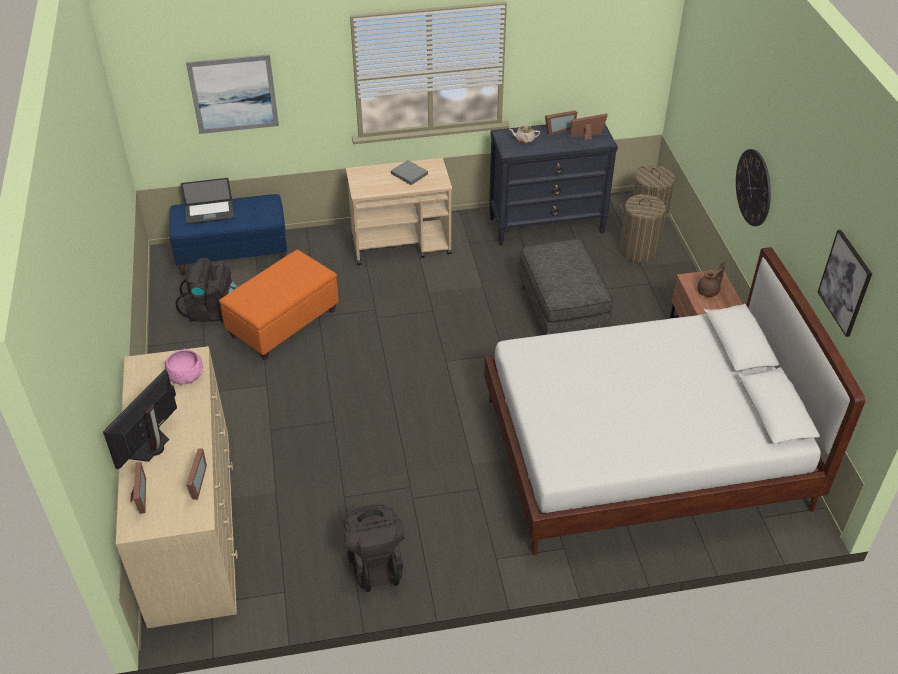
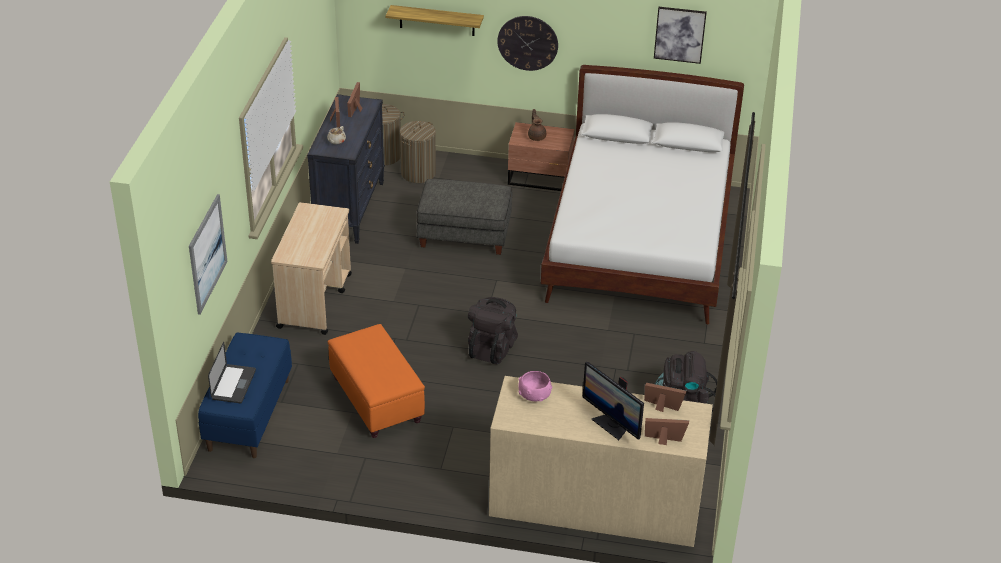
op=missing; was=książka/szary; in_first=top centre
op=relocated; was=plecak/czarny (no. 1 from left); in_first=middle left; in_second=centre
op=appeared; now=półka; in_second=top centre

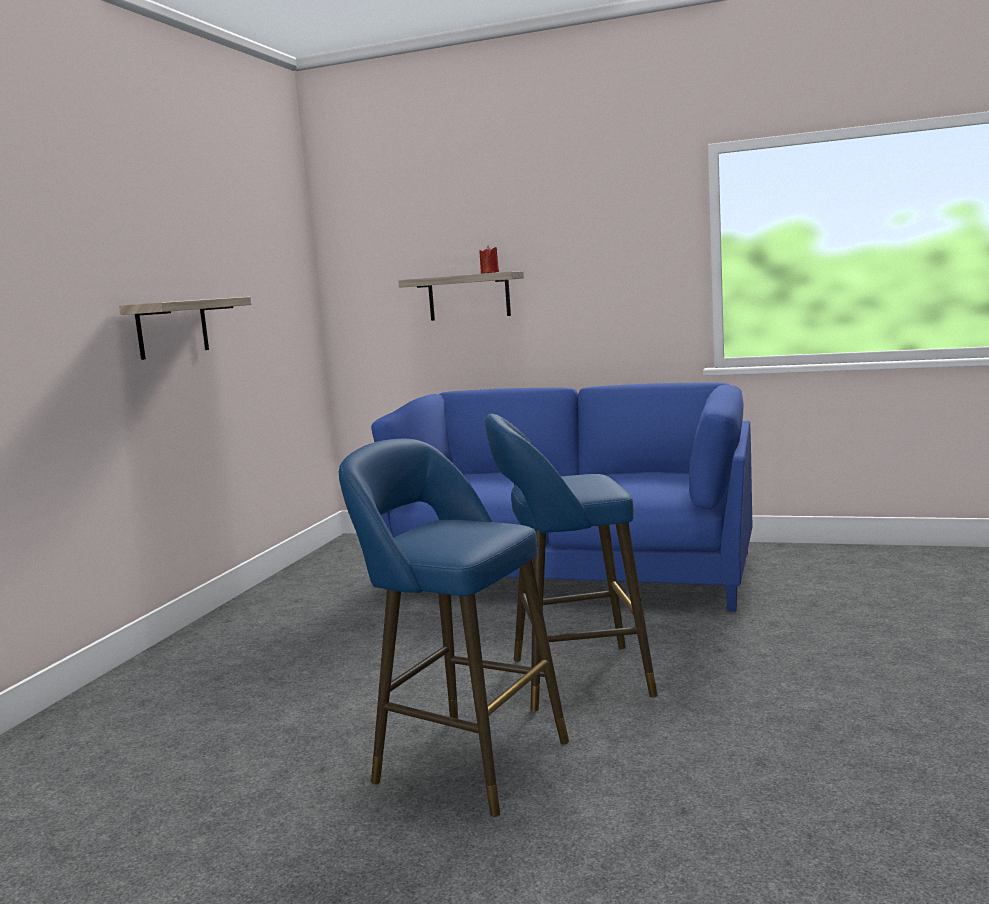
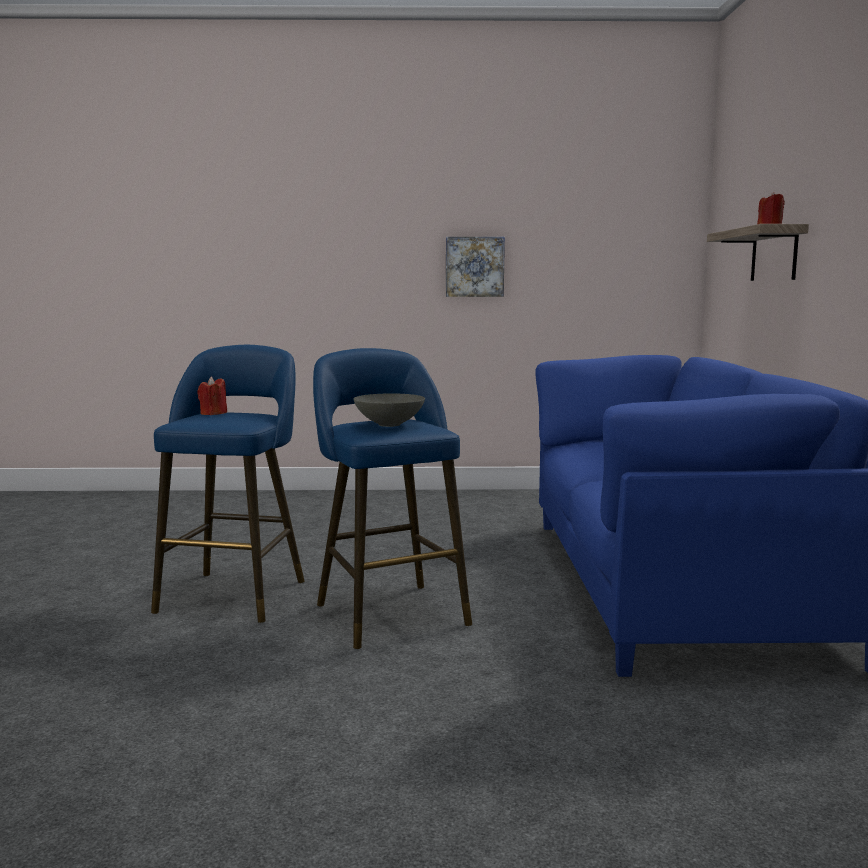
op=exchanged; was=półka (no. 1 from left); now=obraz; in_first=middle left; in_second=top centre
op=appeared; now=świeca/czerwony (no. 1 from left); in_second=middle left
op=appeared; now=miska/szary; in_second=centre

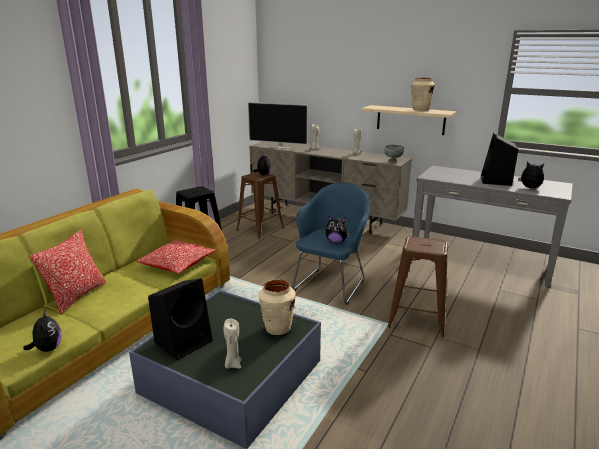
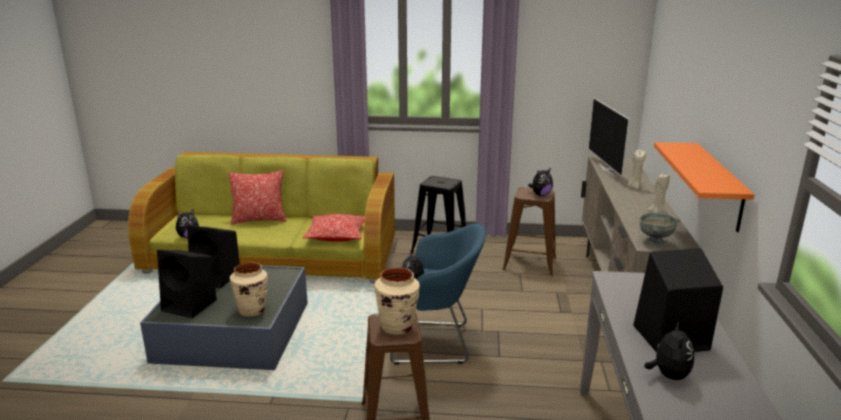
op=relocated; was=wazon/beżowy (no. 2 from left); in_first=top right; in_second=bottom centre
op=colour; was=półka/beżowy; now=półka/pomarańczowy; in_first=top right; in_second=middle right
op=exchanged; was=świeca/beżowy (no. 1 from left); now=głośnik/czarny (no. 1 from left); in_first=bottom centre; in_second=bottom left

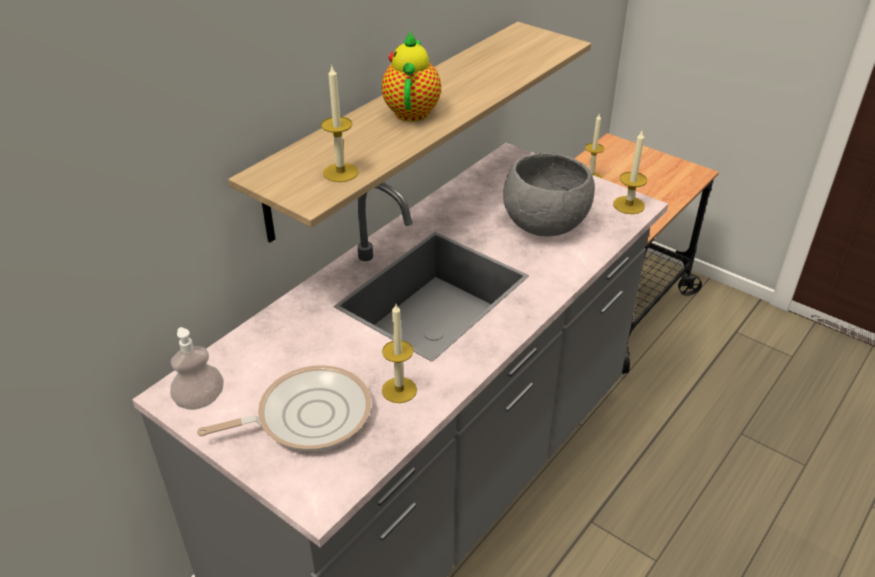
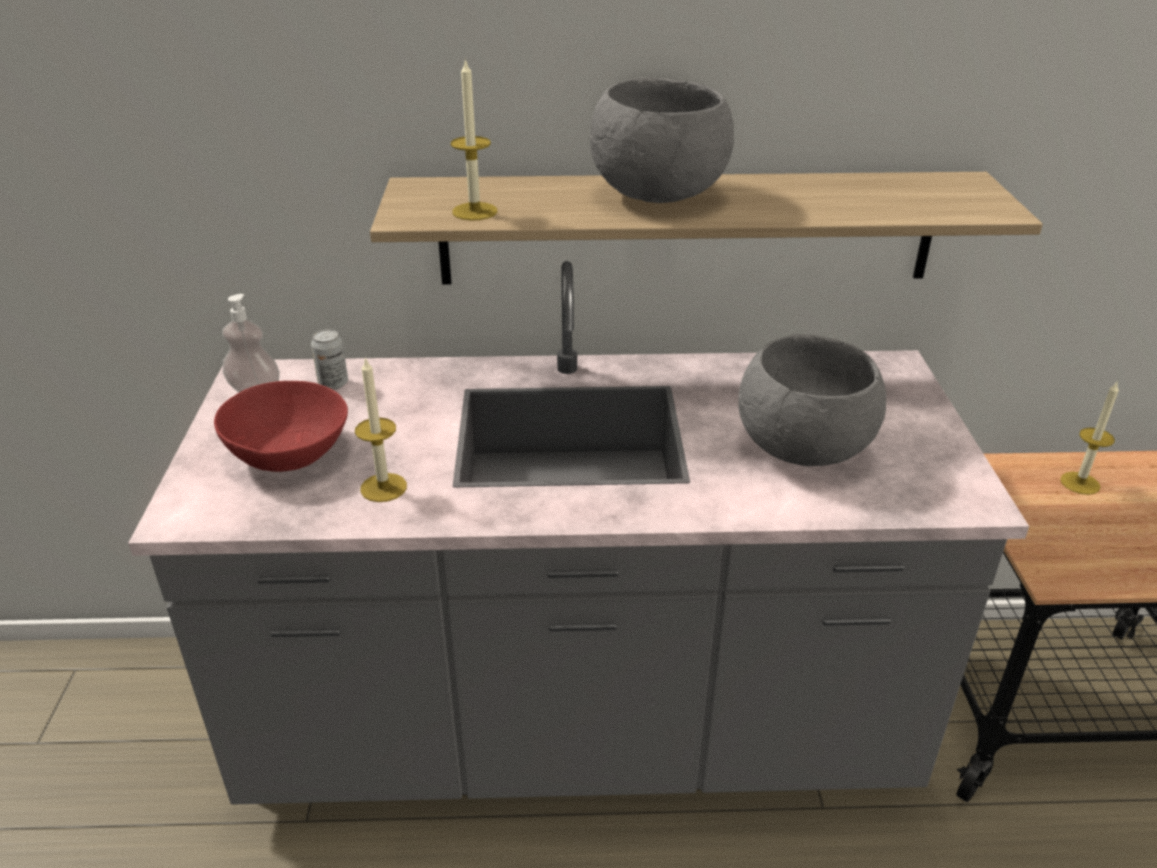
op=exchanged; was=imbryk; now=miska/szary (no. 1 from left); in_first=top centre; in_second=top centre
op=missing; was=świeca (no. 4 from left); in_first=top right
op=exchanged; was=patelnia; now=miska/czerwony; in_first=bottom left; in_second=middle left
op=appeared; now=puszka; in_second=middle left

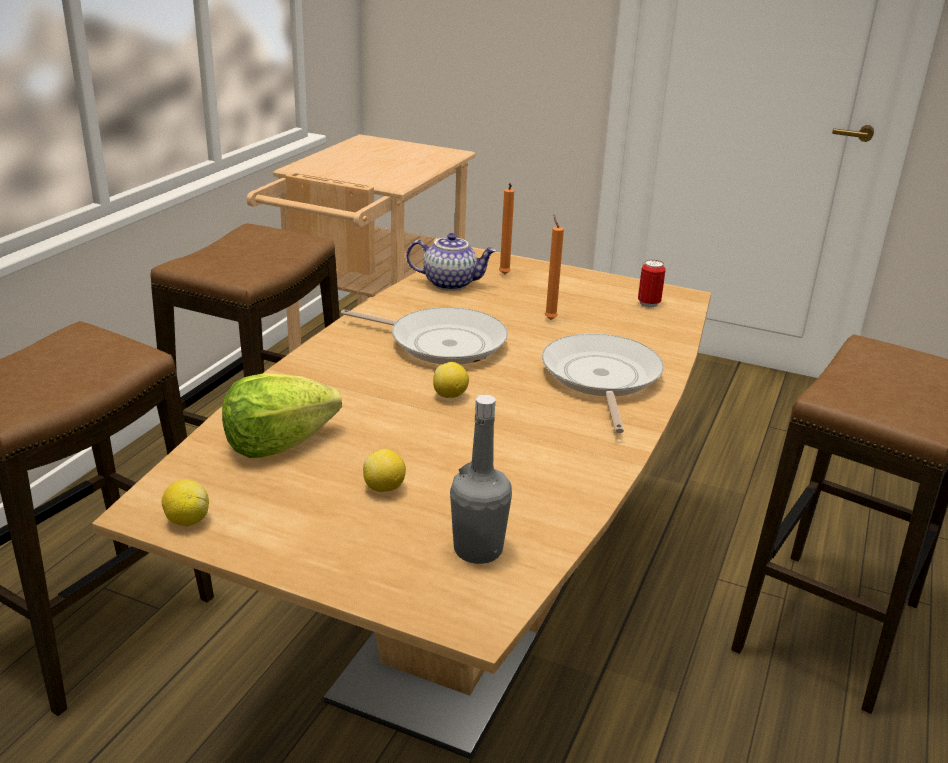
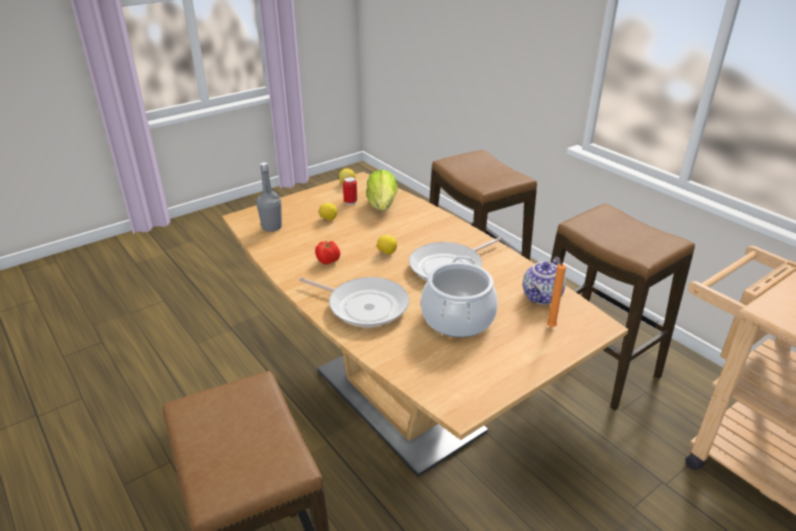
op=exchanged; was=świeca/pomarańczowy (no. 2 from left); now=garnek; in_first=centre; in_second=centre
op=relocated; was=puszka; in_first=middle right; in_second=centre
op=appeared; now=pomidor; in_second=centre

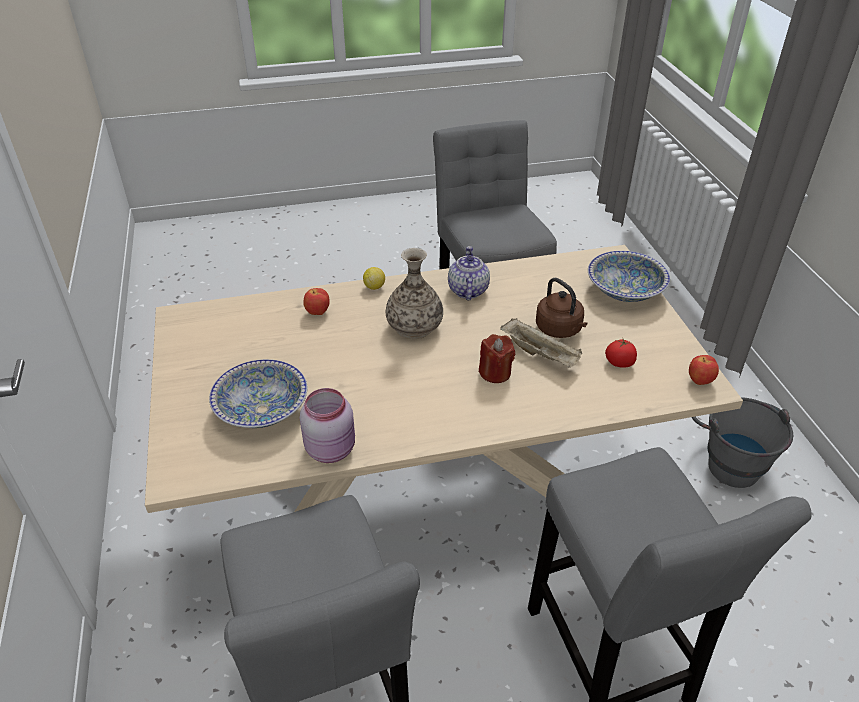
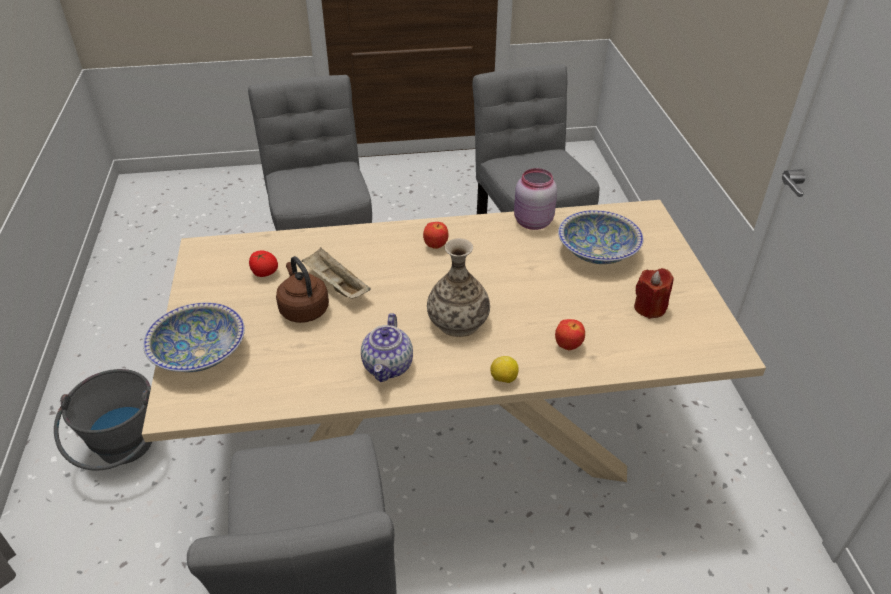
op=relocated; was=świeca/czerwony; in_first=centre; in_second=middle right
op=relocated; was=jabłko (no. 2 from left in the first image); now=jabłko (no. 1 from left); in_first=middle right; in_second=centre

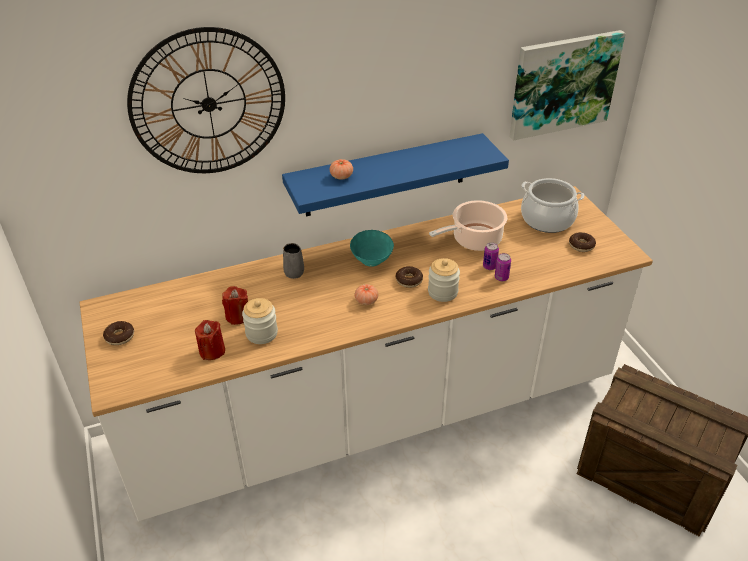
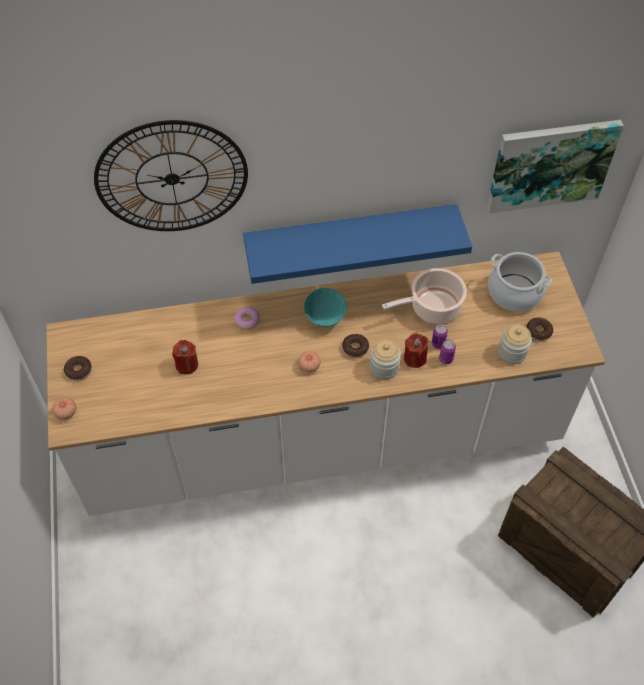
op=relocated; was=pomidor (no. 1 from left); in_first=top centre; in_second=middle left
op=exchanged; was=kubek/szary; now=donut (no. 2 from left); in_first=centre; in_second=centre
op=relocated; was=słoik (no. 1 from left in the first image); now=słoik (no. 2 from left); in_first=centre; in_second=middle right
op=relocated; was=świeca/czerwony (no. 1 from left in the first image); now=świeca/czerwony (no. 2 from left); in_first=middle left; in_second=centre

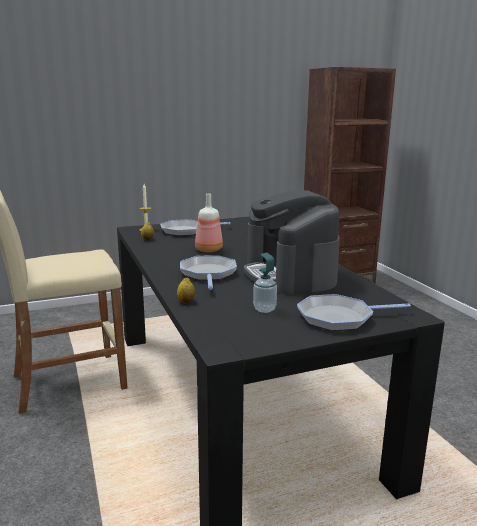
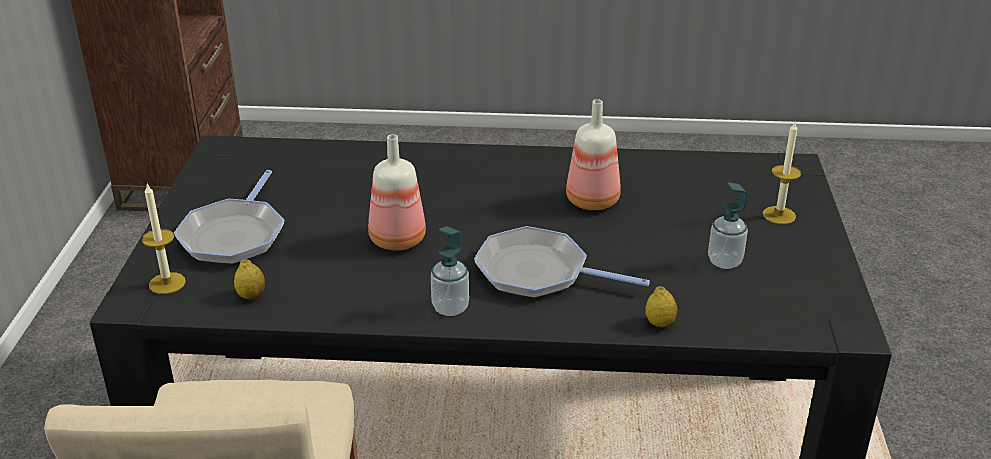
op=exchanged; was=ekspres do kawy; now=butelka (no. 2 from left); in_first=centre; in_second=centre
op=exchanged; was=patelnia (no. 3 from left); now=świeca (no. 2 from left); in_first=middle right; in_second=middle right
op=appeared; now=dozownik mydła (no. 1 from left); in_second=centre

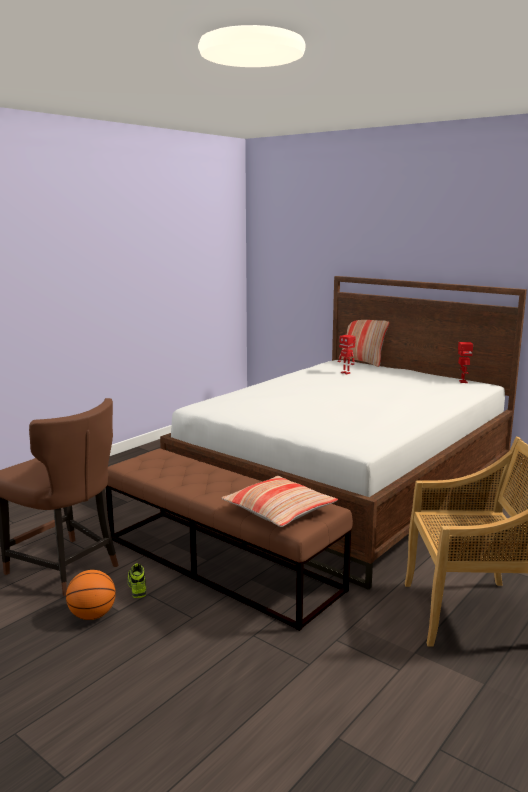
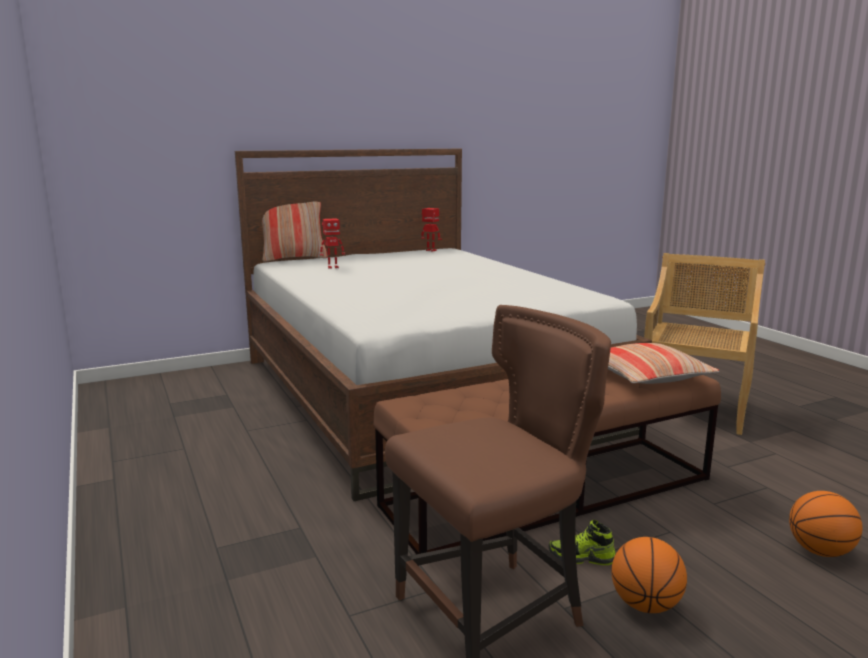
op=appeared; now=piłka do koszykówki (no. 2 from left); in_second=bottom right

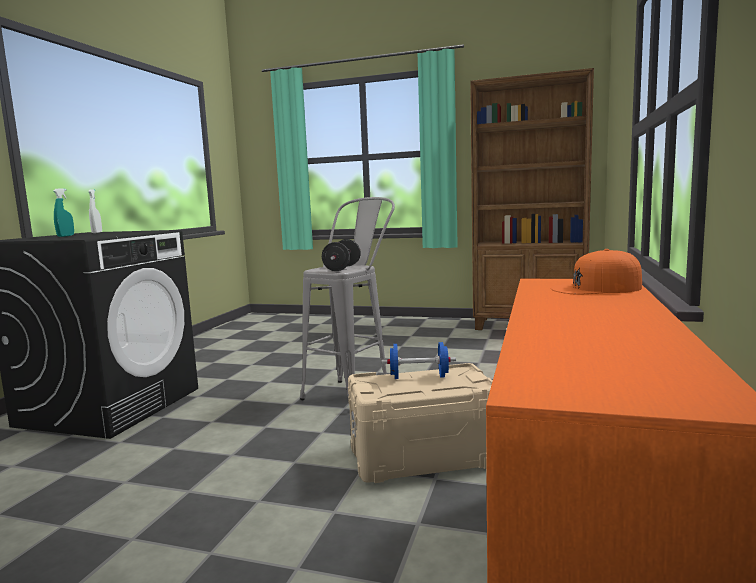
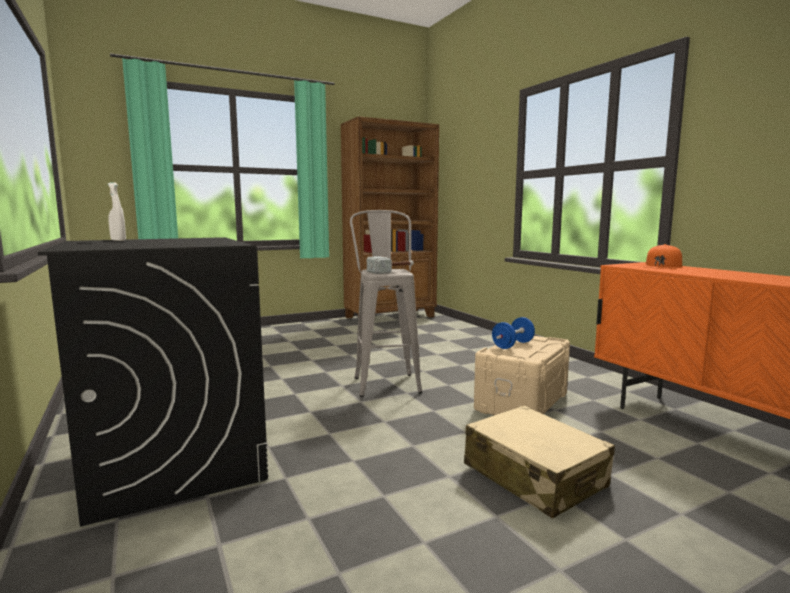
op=missing; was=spryskiwacz/turkusowy; in_first=middle left
op=exchanged; was=hantel/czarny; now=młotek; in_first=centre; in_second=centre
op=appeared; now=walizka/beżowy; in_second=bottom right

